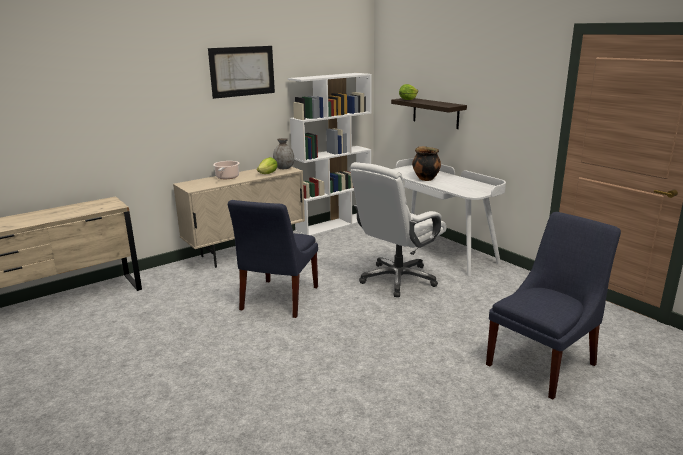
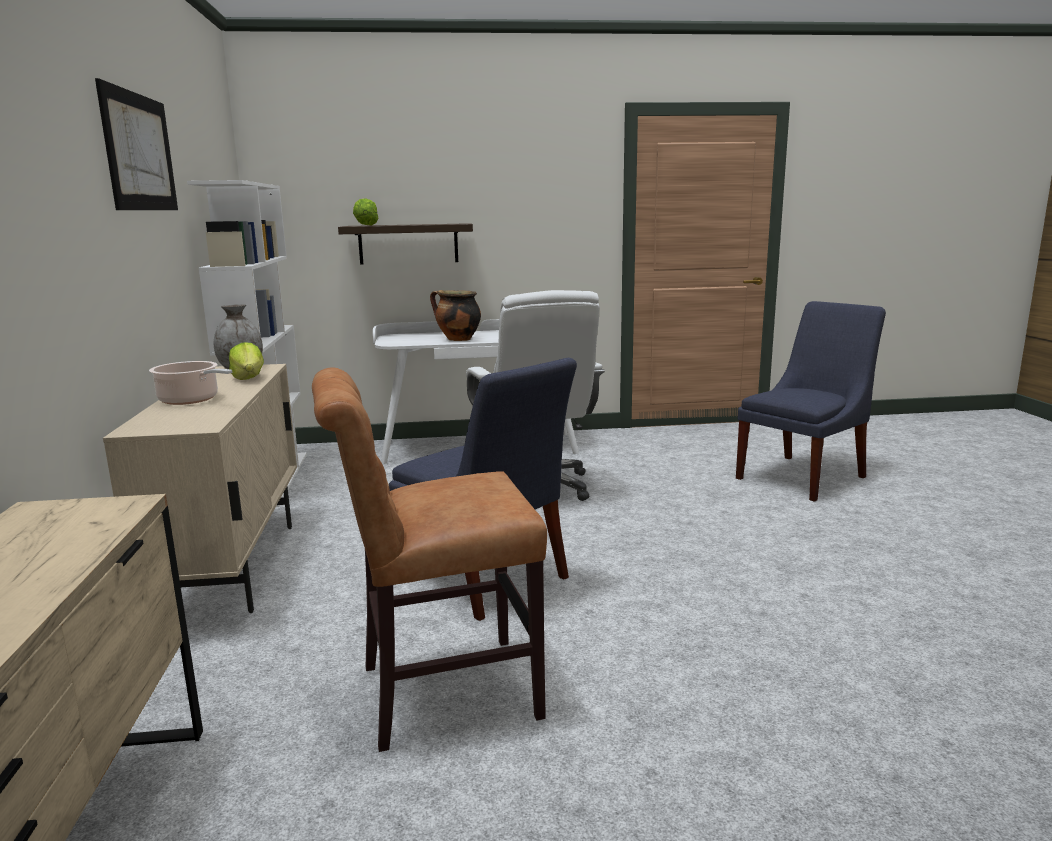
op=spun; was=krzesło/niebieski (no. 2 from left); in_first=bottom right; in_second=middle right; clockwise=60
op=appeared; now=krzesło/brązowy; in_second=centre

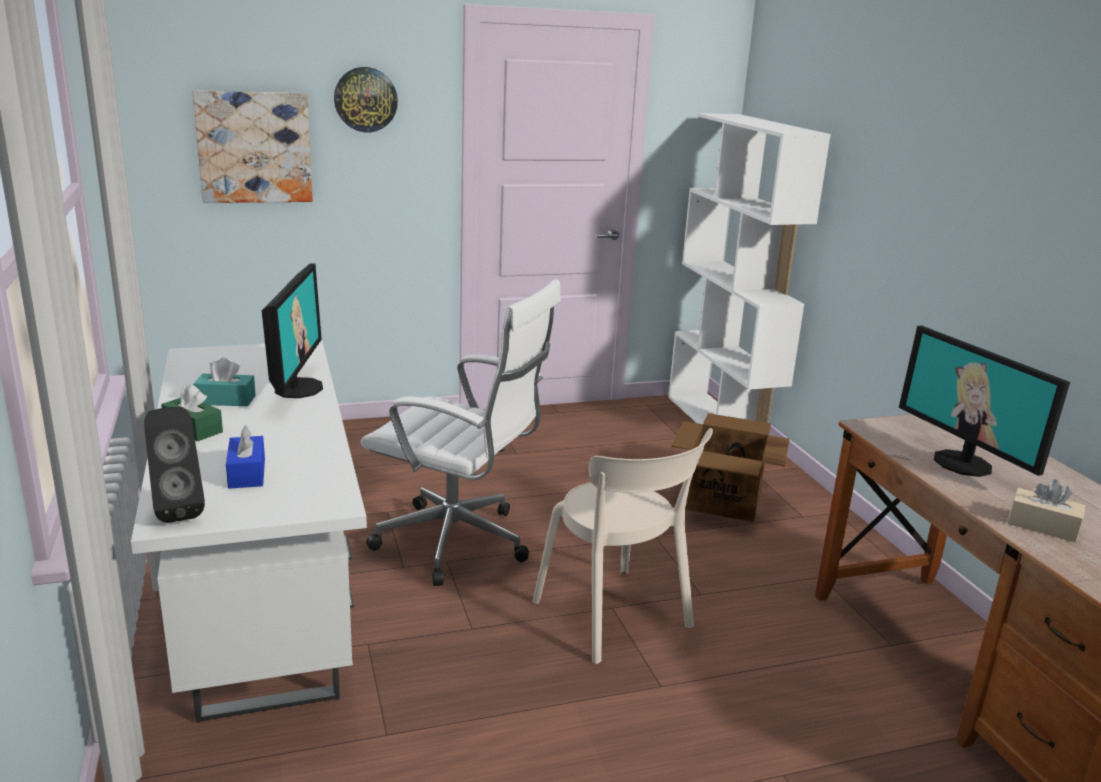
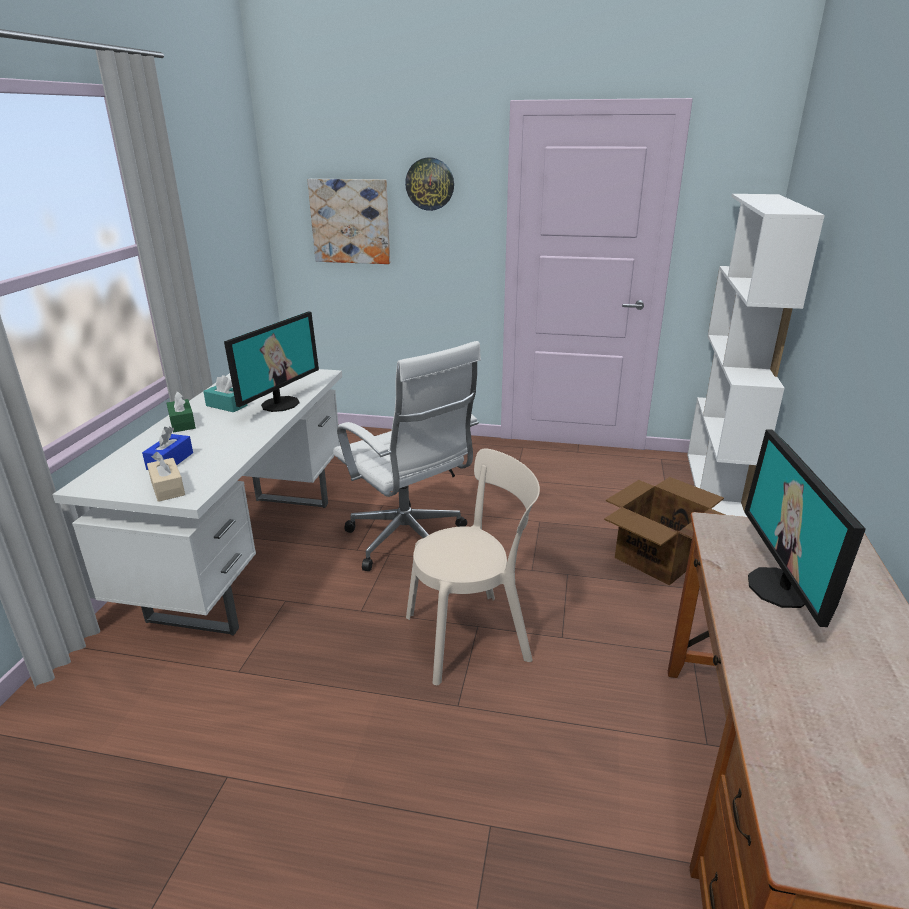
op=missing; was=głośnik/czarny; in_first=middle left
op=spun; was=krzesło/beżowy; in_first=bottom centre; in_second=centre; clockwise=-105
op=relocated; was=pudełko chusteczek/beżowy; in_first=middle right; in_second=middle left

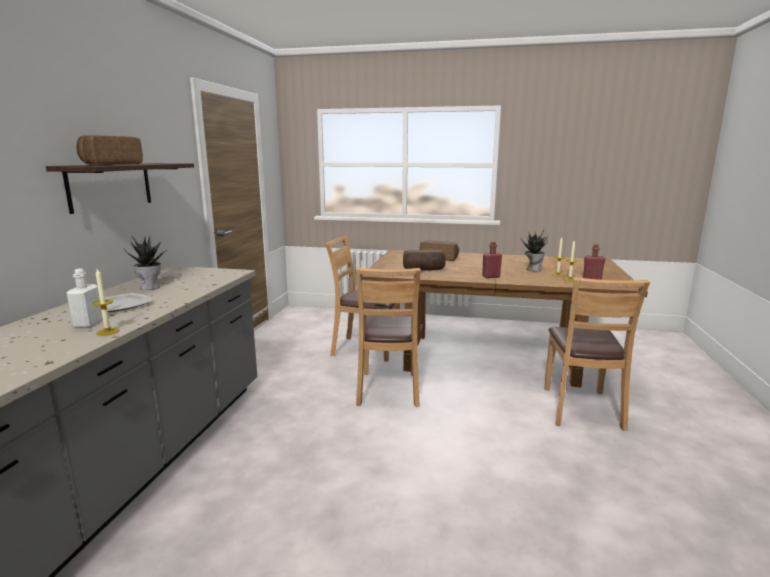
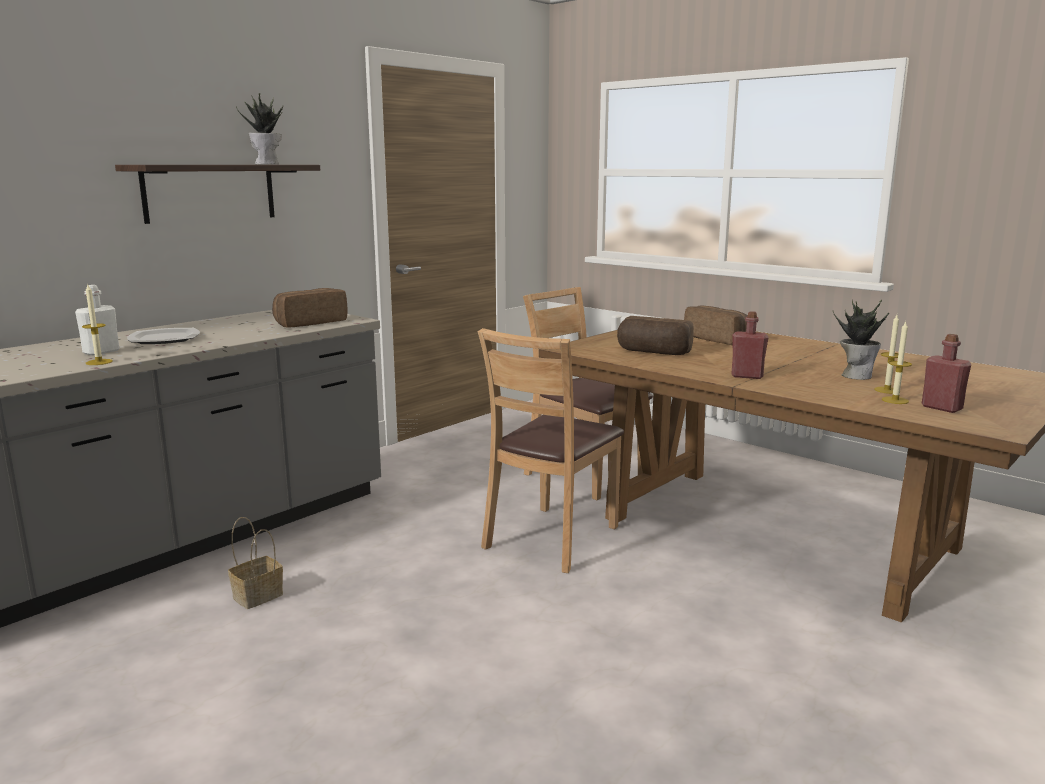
op=relocated; was=chleb (no. 1 from left); in_first=top left; in_second=middle left
op=relocated; was=roślina doniczkowa (no. 1 from left); in_first=middle left; in_second=top left
op=missing; was=krzesło/brązowy (no. 3 from left); in_first=middle right
op=appeared; now=koszyk; in_second=bottom left

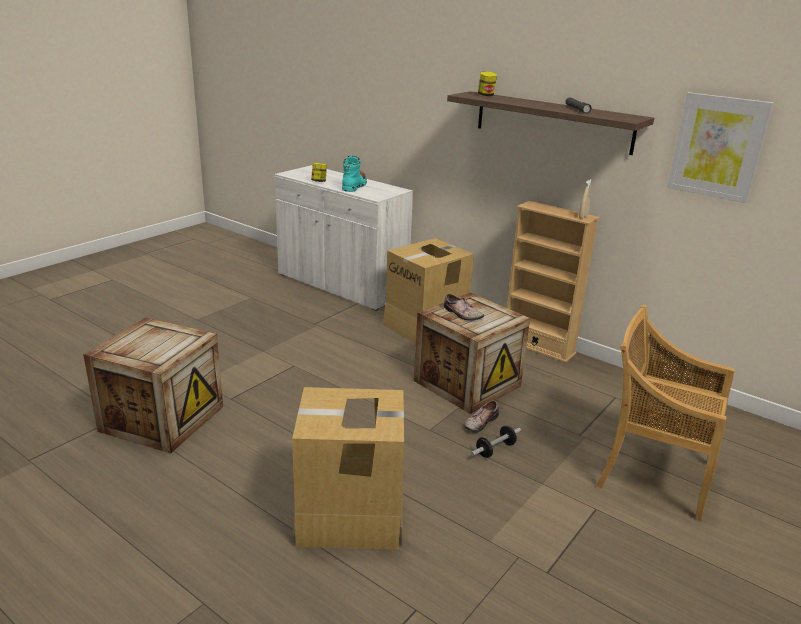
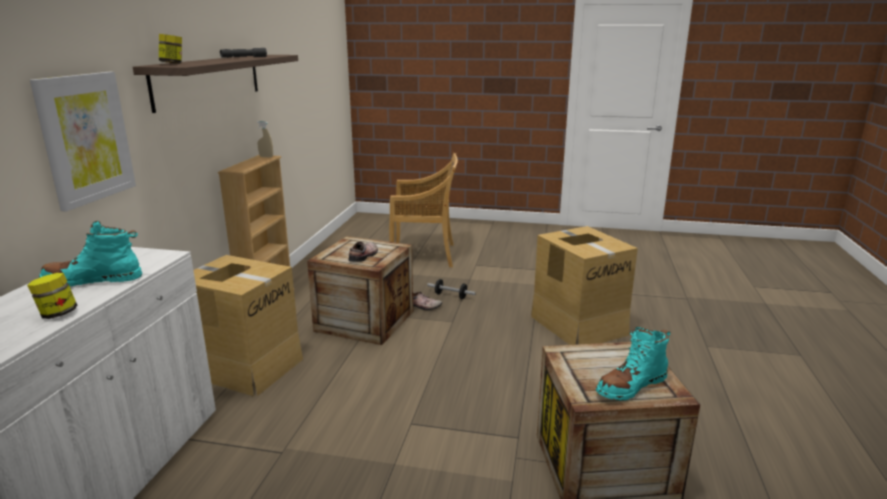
op=relocated; was=obraz; in_first=top right; in_second=top left
op=spun; was=krzesło/beżowy; in_first=middle right; in_second=centre; clockwise=-90
op=appeared; now=but z cholewką/turkusowy (no. 2 from left); in_second=bottom right

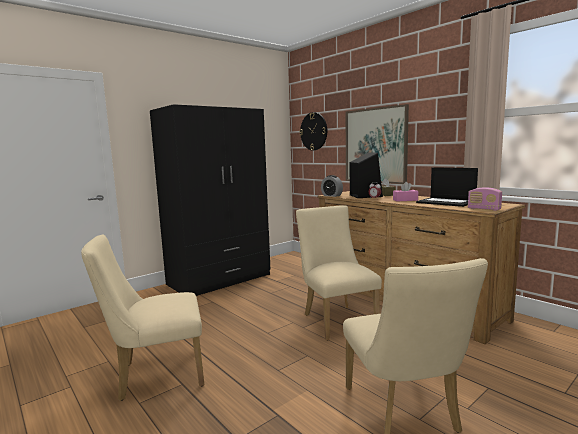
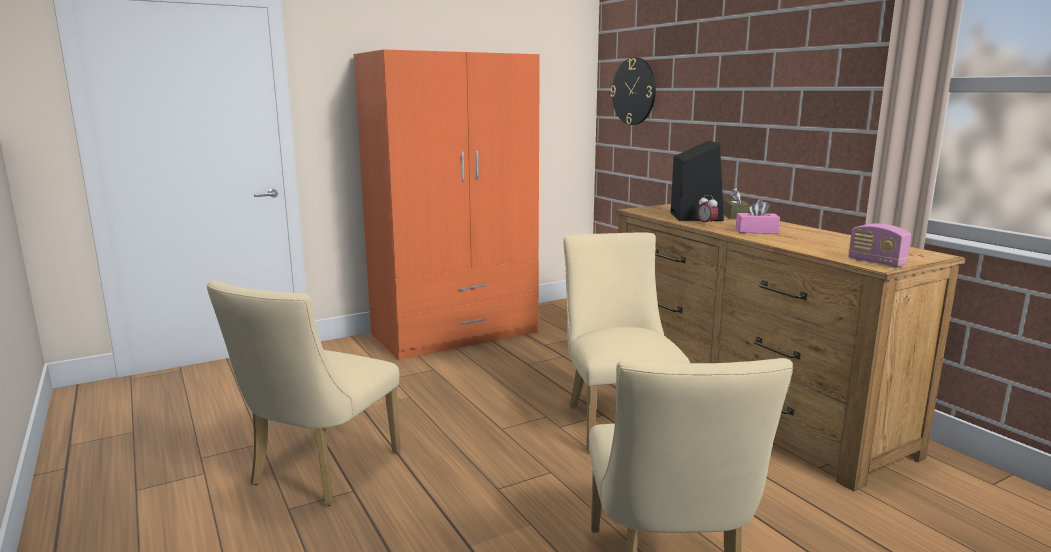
op=colour; was=szafa/czarny; now=szafa/pomarańczowy; in_first=centre; in_second=centre
op=missing; was=obraz; in_first=top centre
op=missing; was=laptop; in_first=middle right
op=missing; was=budzik (no. 1 from left); in_first=centre
op=spun; was=krzesło/beżowy (no. 1 from left); in_first=bottom left; in_second=bottom left; clockwise=-60

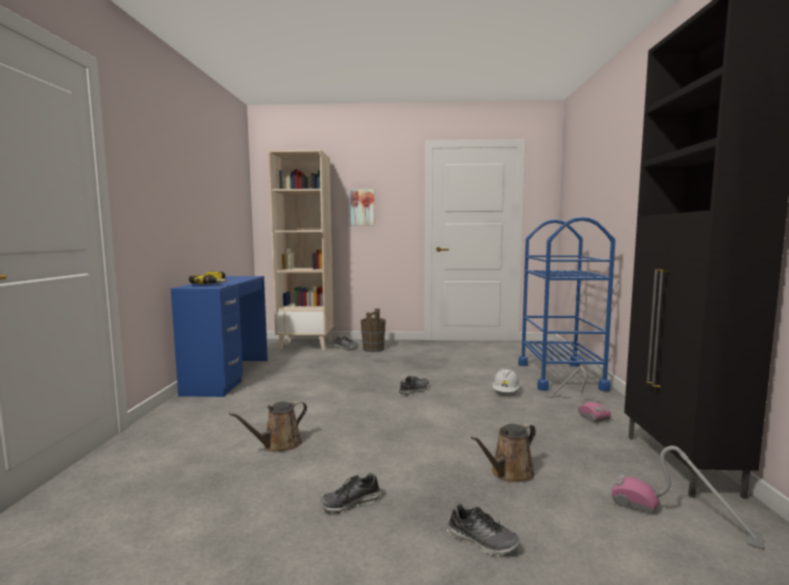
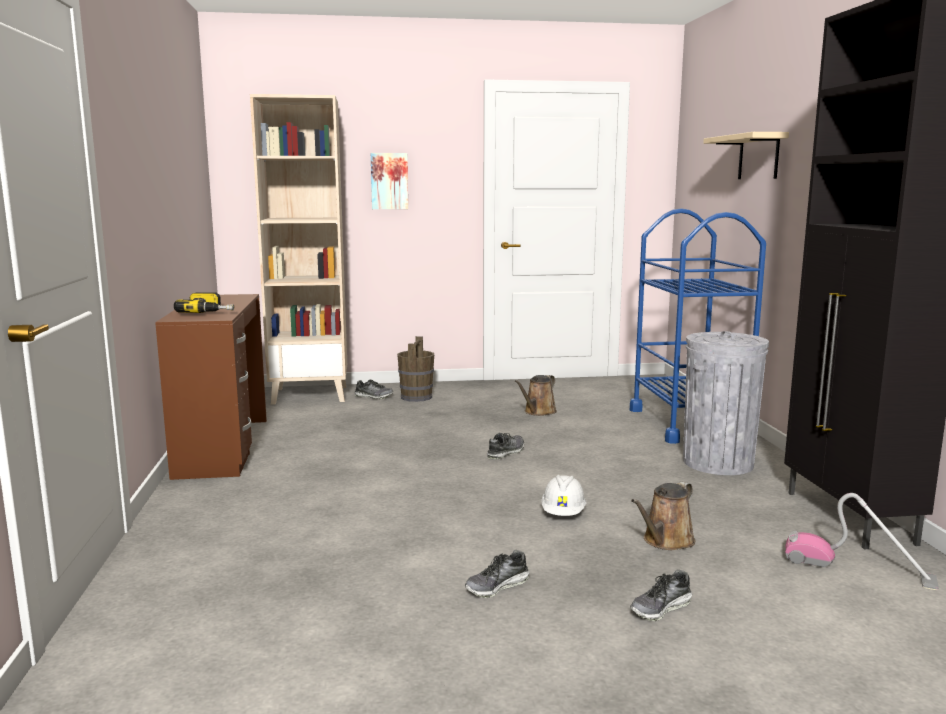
op=colour; was=biurko/niebieski; now=biurko/brązowy; in_first=middle left; in_second=middle left
op=exchanged; was=odkurzacz (no. 1 from left); now=kosz na śmieci/szary; in_first=bottom right; in_second=middle right
op=relocated; was=kask/biały; in_first=centre; in_second=bottom centre
op=relocated; was=konewka/brązowy (no. 1 from left); in_first=bottom centre; in_second=centre
op=spun; was=but (no. 4 from left); in_first=bottom centre; in_second=bottom right; clockwise=120
op=appeared; now=półka/beżowy; in_second=top right

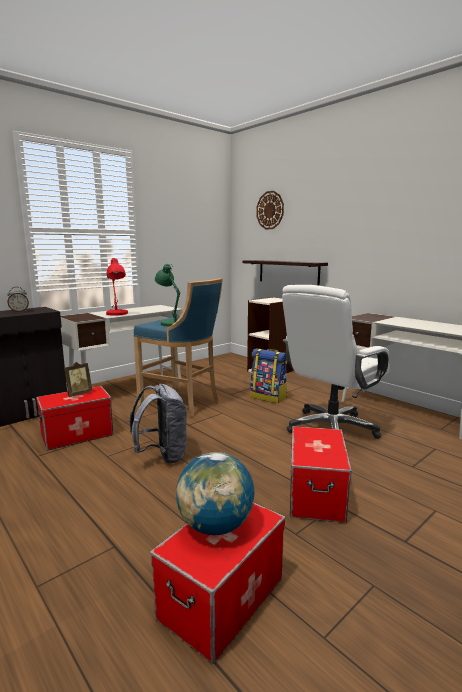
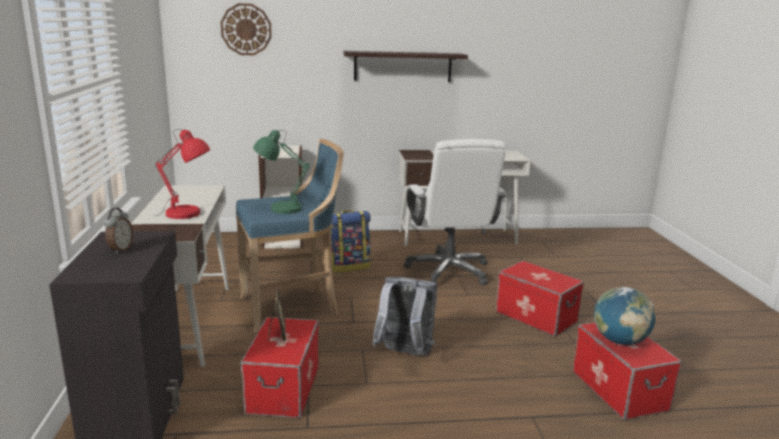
op=relocated; was=półka; in_first=centre; in_second=top centre

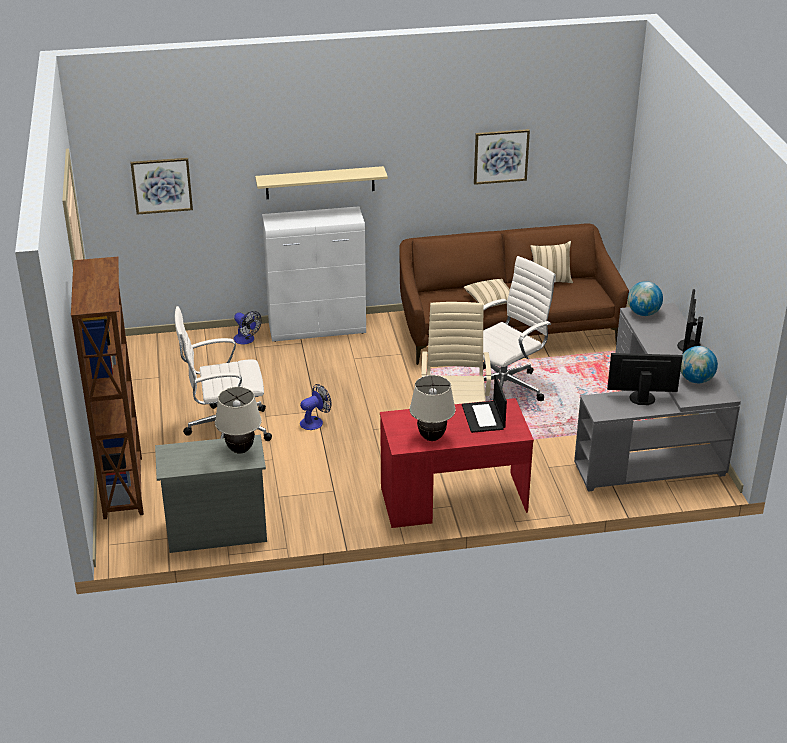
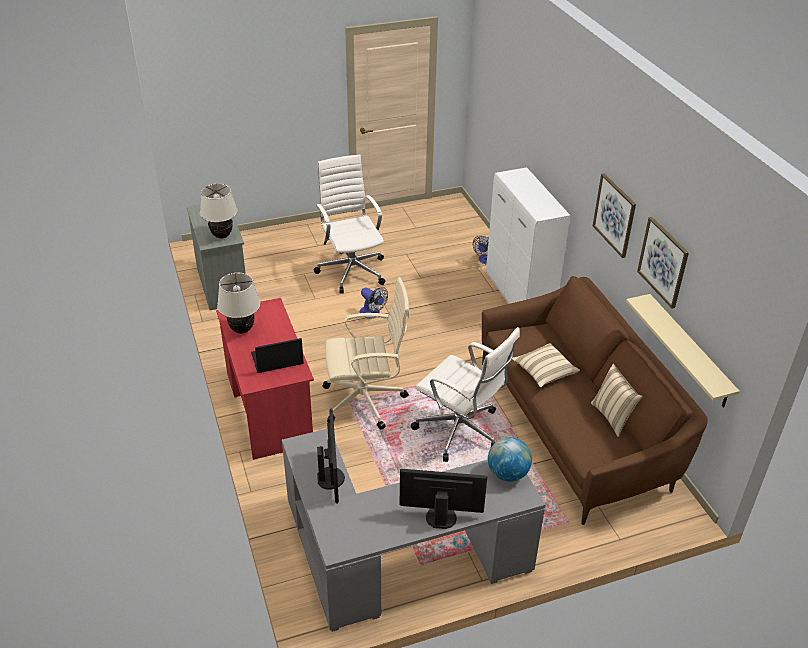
op=relocated; was=obraz (no. 1 from left); in_first=top left; in_second=top right
op=relocated; was=półka/beżowy; in_first=top centre; in_second=middle right
op=missing; was=regał/brązowy; in_first=middle left
op=missing; was=globus (no. 2 from left); in_first=middle right

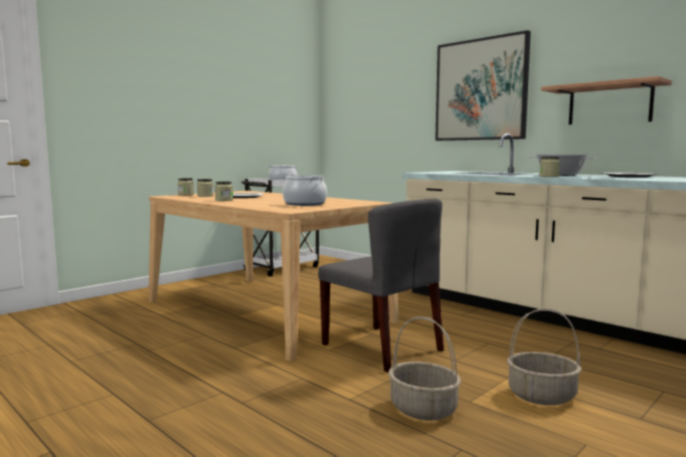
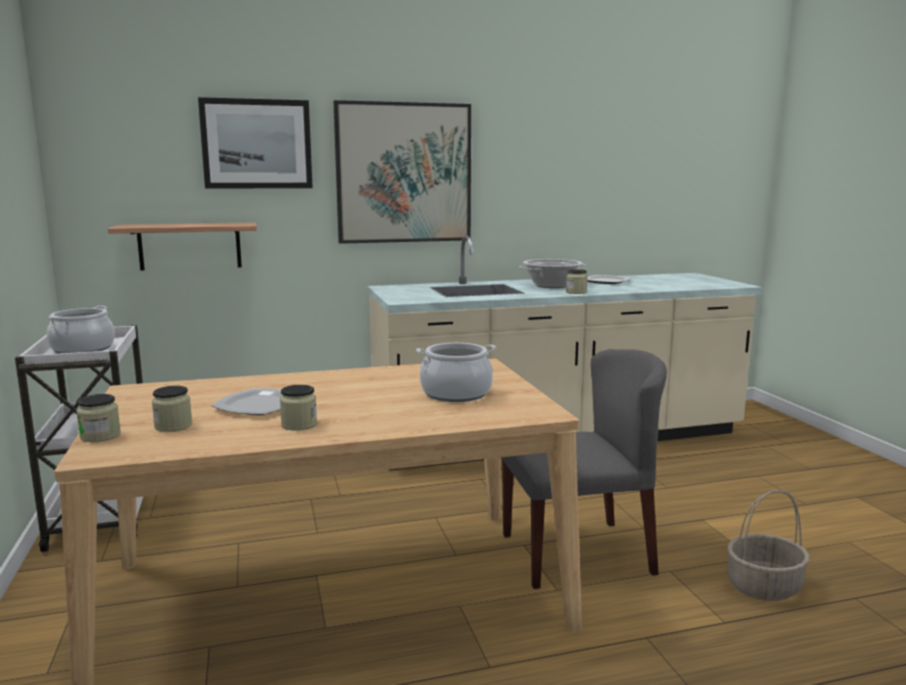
op=relocated; was=półka; in_first=top right; in_second=middle left
op=missing; was=koszyk (no. 2 from left); in_first=bottom right
op=appeared; now=obraz (no. 1 from left); in_second=top left

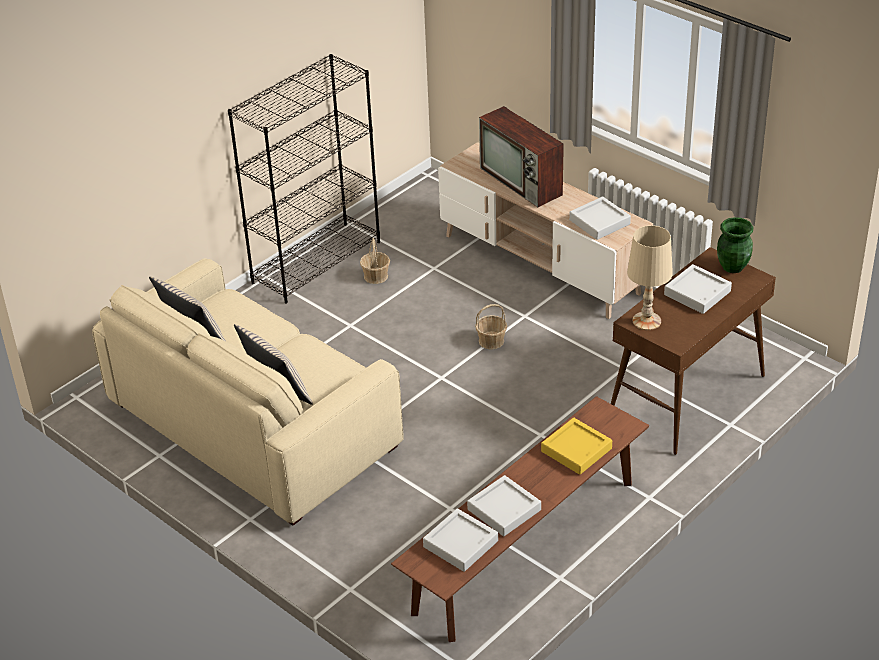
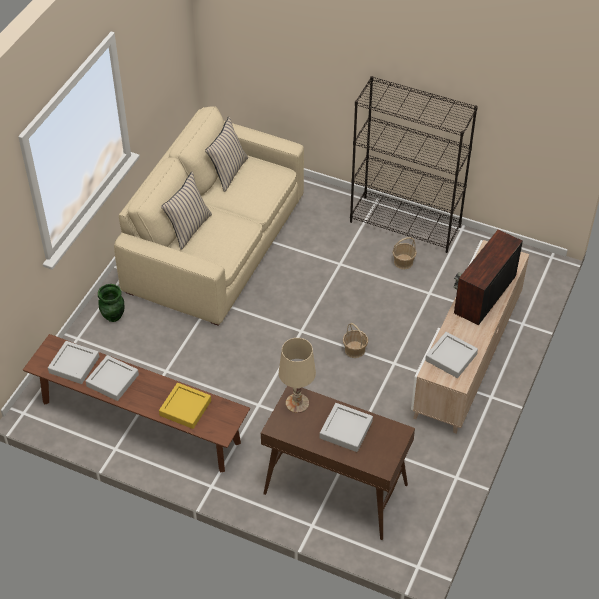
op=relocated; was=wazon/zielony; in_first=middle right; in_second=middle left

